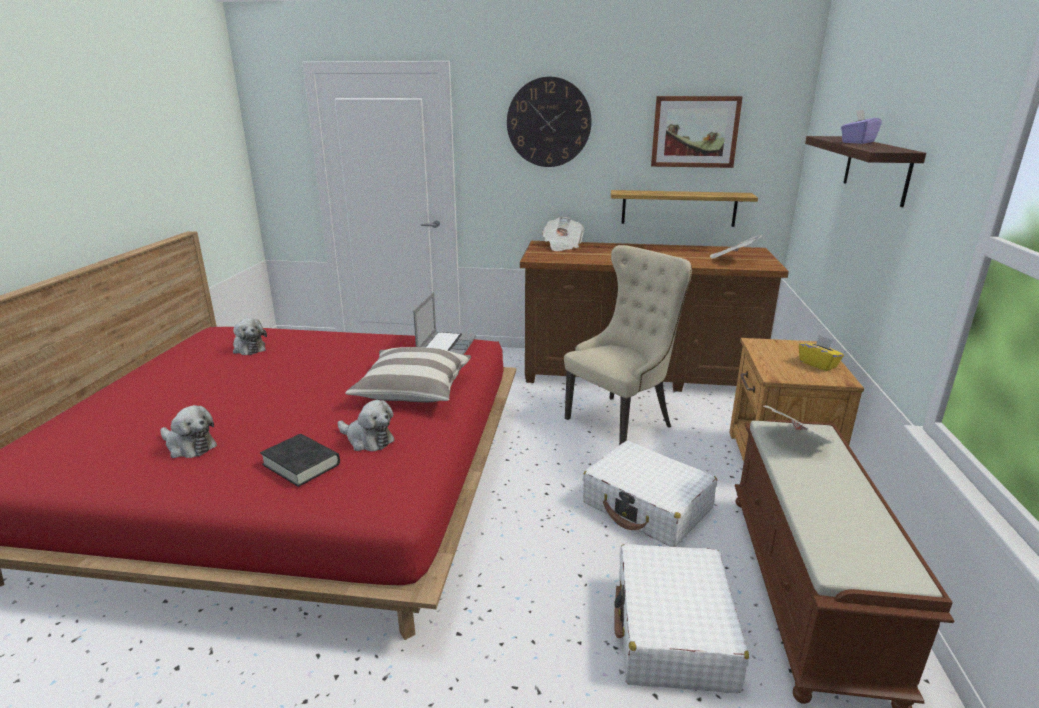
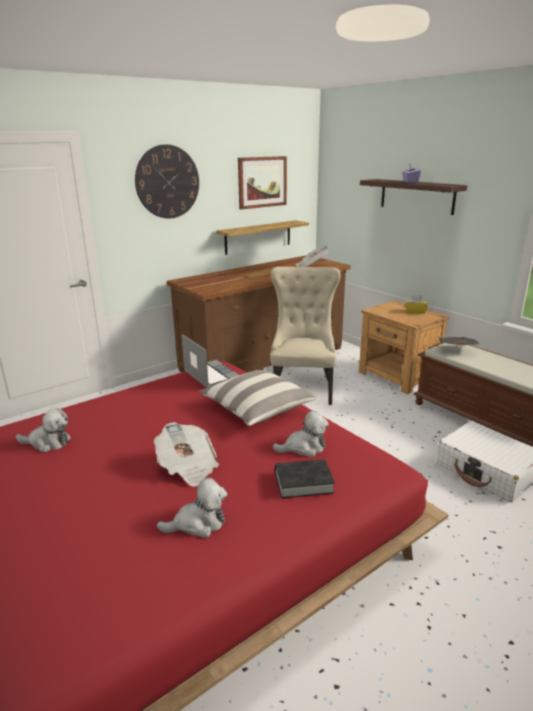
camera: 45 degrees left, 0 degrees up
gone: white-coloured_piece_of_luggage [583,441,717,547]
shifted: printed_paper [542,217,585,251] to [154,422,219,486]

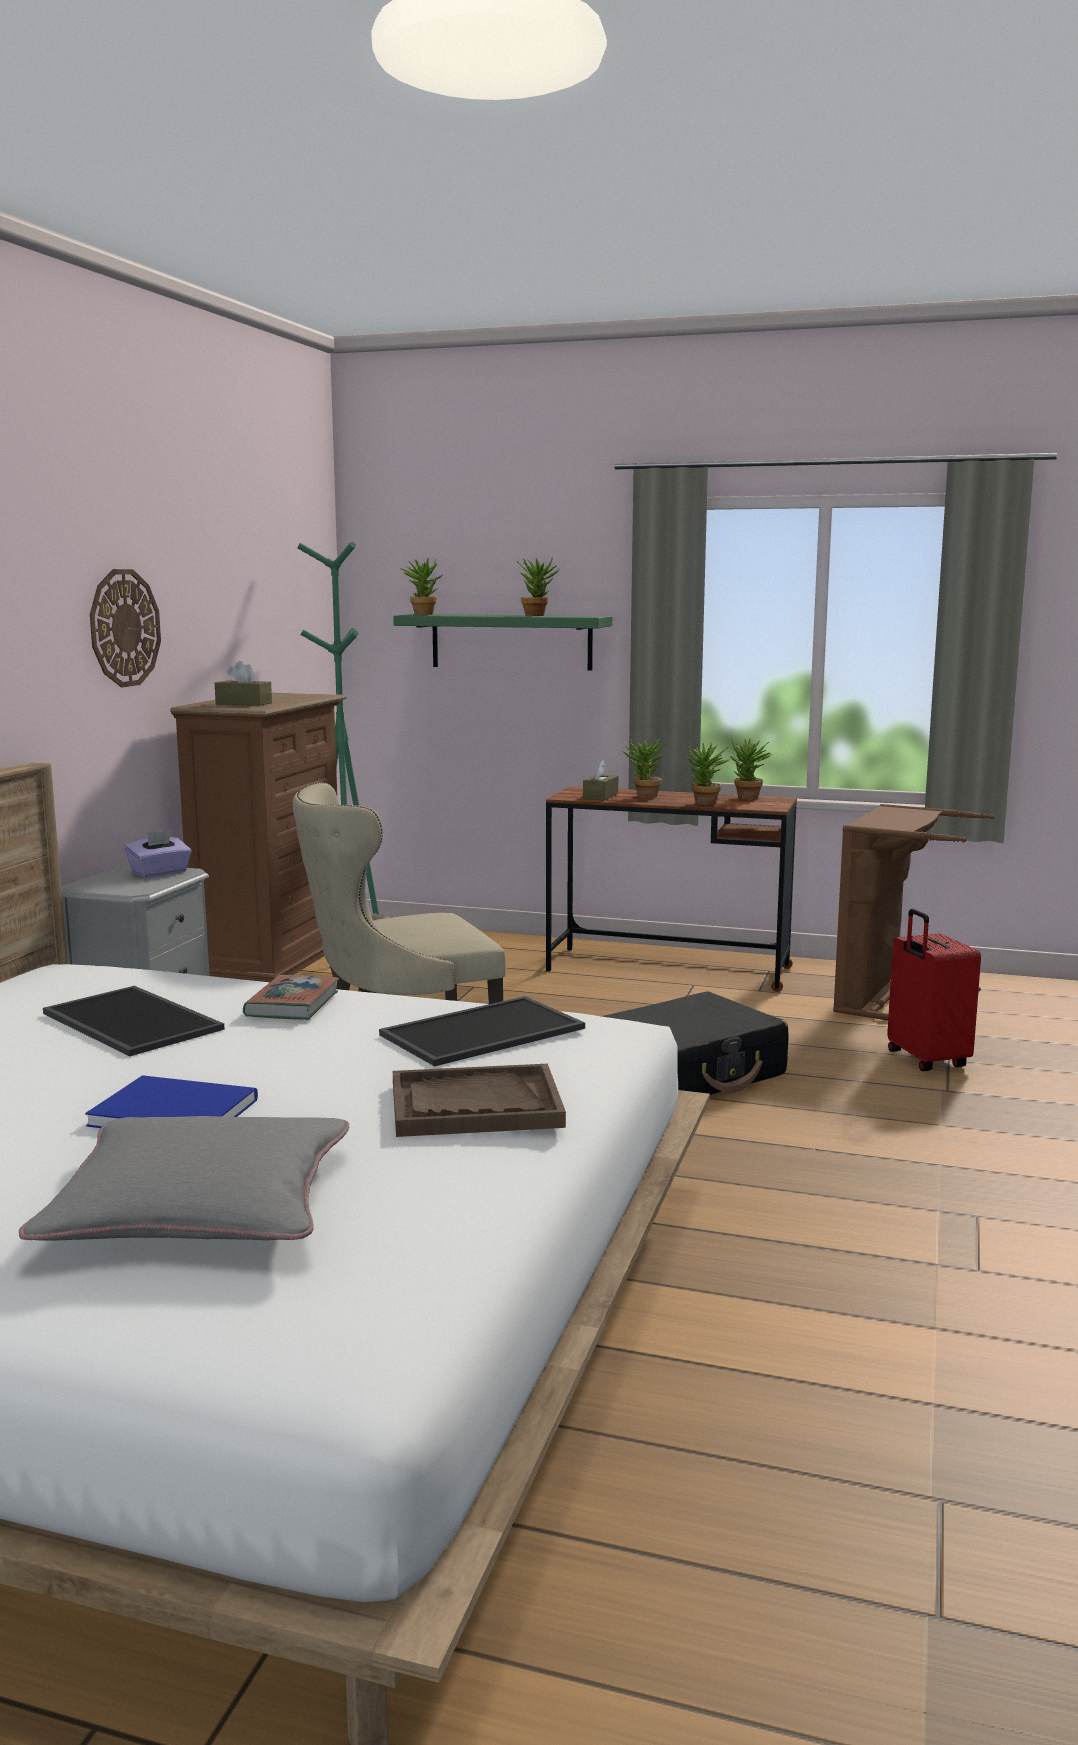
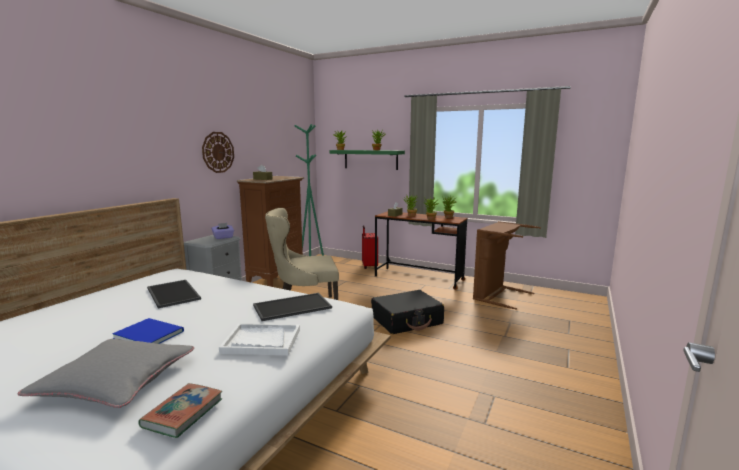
camera: 10 degrees right, 0 degrees up
shifted: volume [243,975,339,1020] to [139,383,222,438]; reddish_piece_of_luggage [887,909,981,1071] to [362,225,378,269]
repainted: brownish_tray [393,1064,566,1137] to white-coloured_tray [219,323,300,355]

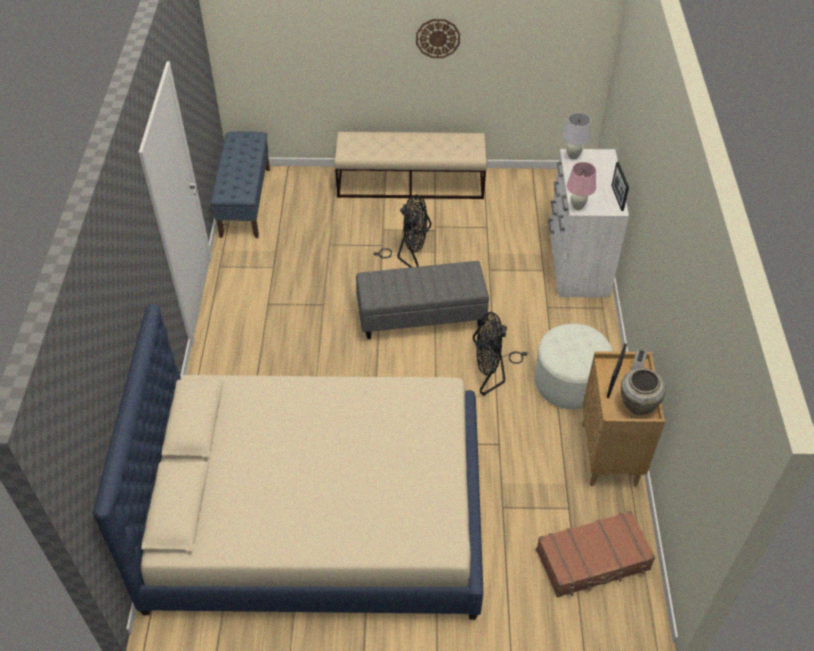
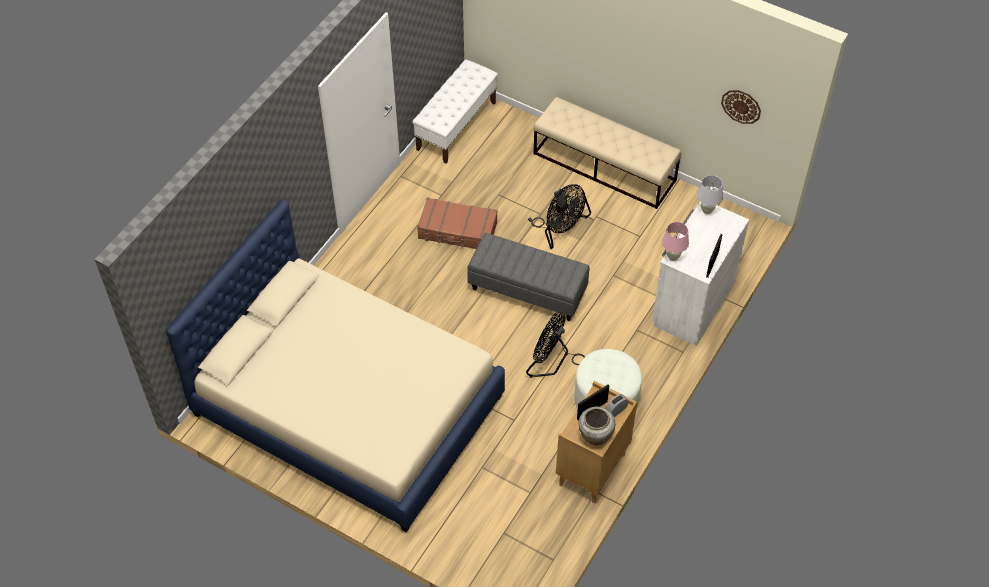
camera: 30 degrees right, 5 degrees up
shifted: hanging_clock [416,19,460,58] to [721,90,761,124]; brownish_piece_of_luggage [536,510,656,597] to [417,197,498,249]
repainted: blue_long_seat [211,131,270,238] to white-coloured_long_seat [412,59,498,164]

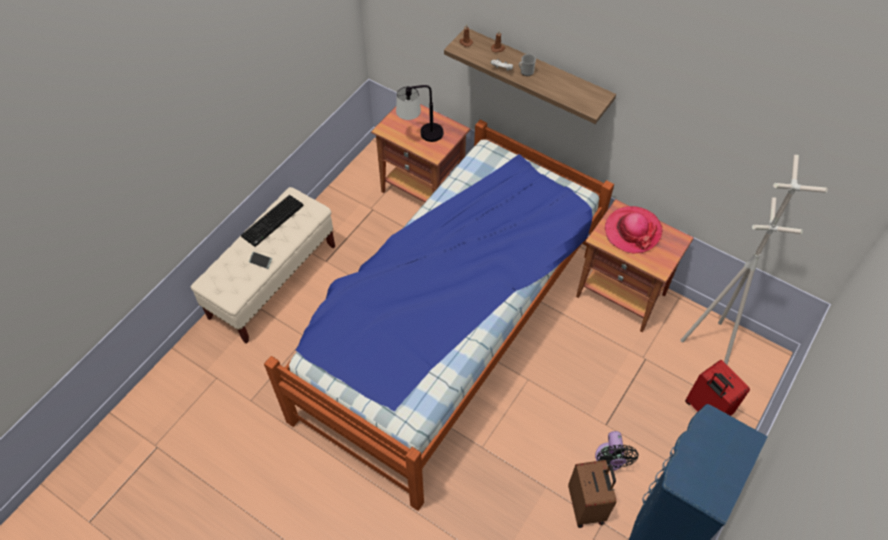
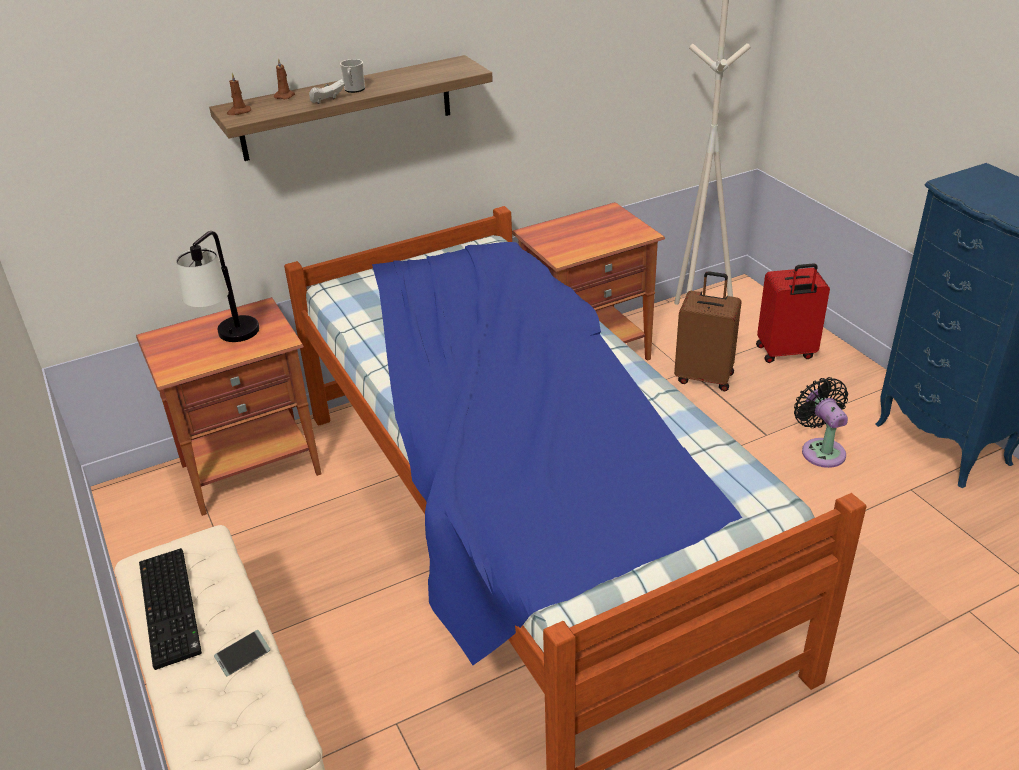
camera: 60 degrees left, 20 degrees down
gone: clothing_hat [605,206,663,254]
shifted: brownish_piece_of_luggage [568,460,617,528] to [674,271,742,391]
rotated: black_fan [595,431,639,471] = [794,377,848,468] 135 degrees counterclockwise

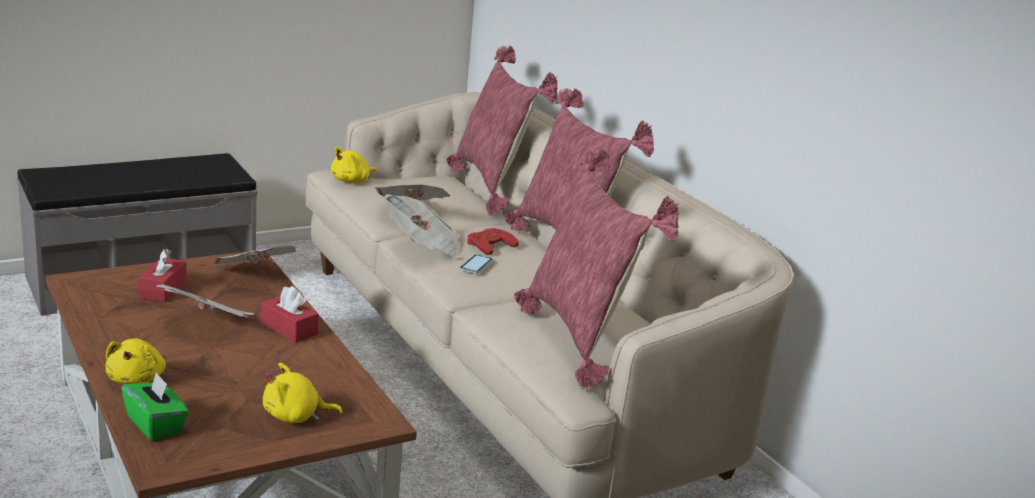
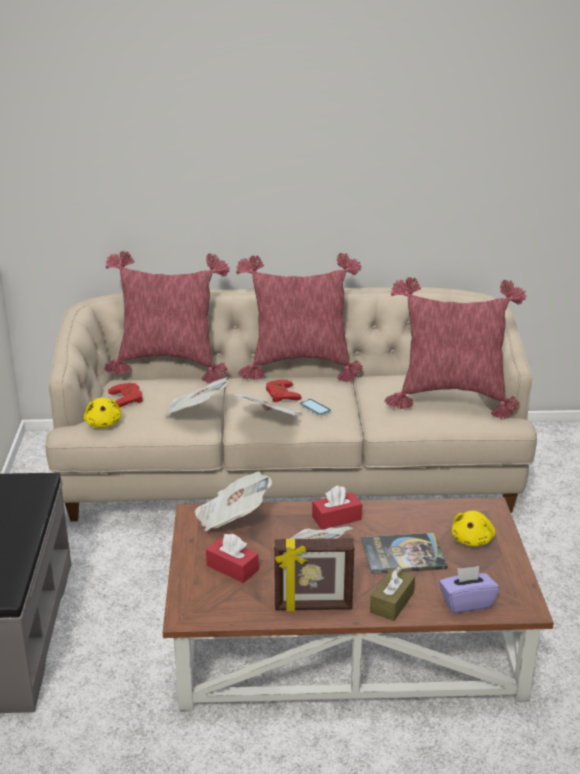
camera: 60 degrees left, 5 degrees up
new: reddish_gamepad [108,383,143,407]; standing_frame [274,538,354,611]; volume [361,533,448,574]
swapped: yellow_cuddly_toy [106,339,166,384] to brownish_tissue_holder [370,567,415,621]
repainted: green-coloured_tissue_holder [121,371,189,441] to purple-coloured_tissue_holder [439,566,499,613]

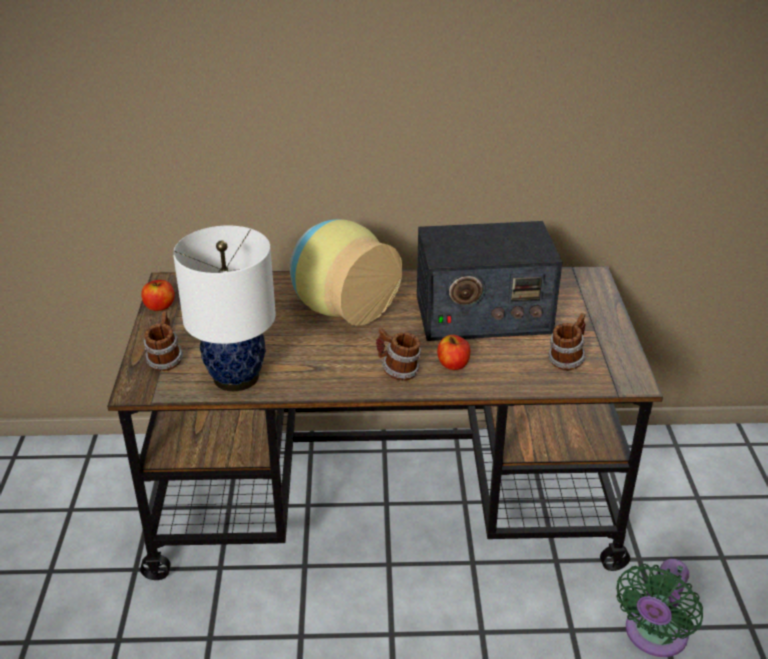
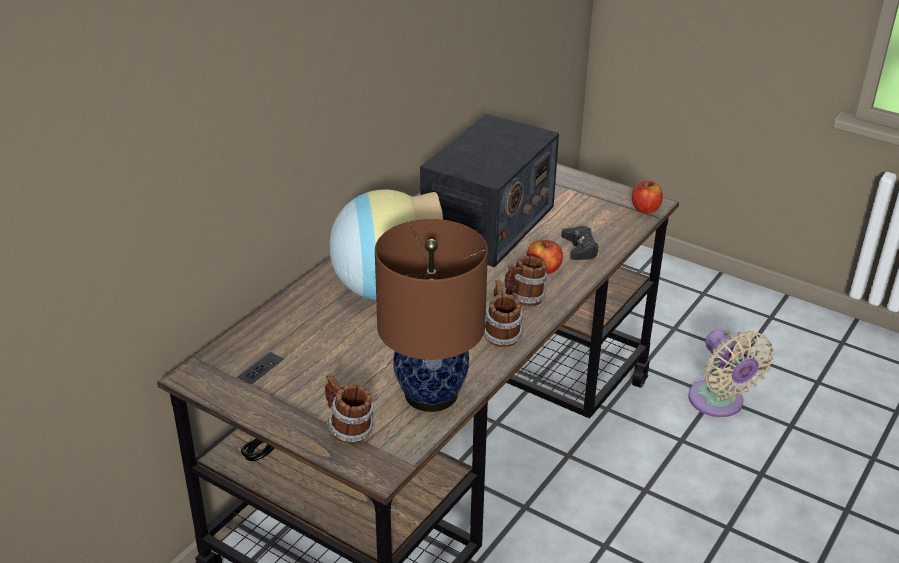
camera: 55 degrees left, 0 degrees up
new: black_gamepad [561,226,599,260]
shifted: apple_fruit [141,280,175,311] to [632,180,663,213]; coffee_mug [548,313,586,370] to [484,280,524,347]
repainted: white-coloured_lamp_for_a_table [173,225,276,391] to brownish_lamp_for_a_table [375,219,488,412]; green-coloured_fan [616,559,703,657] to beige_fan [688,329,774,417]

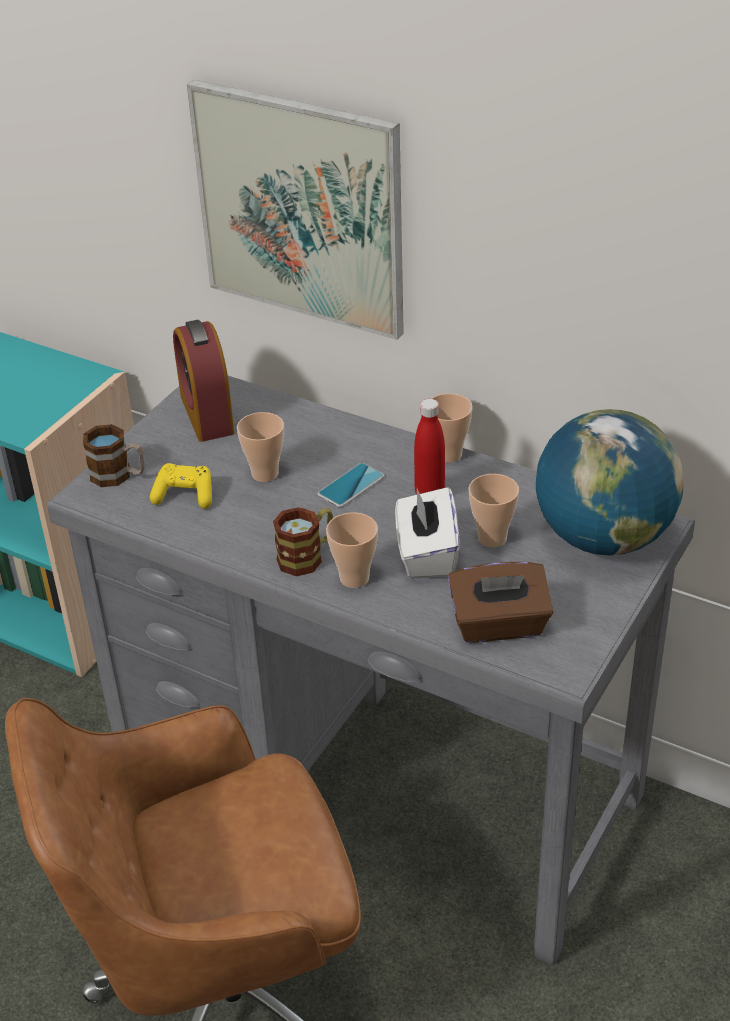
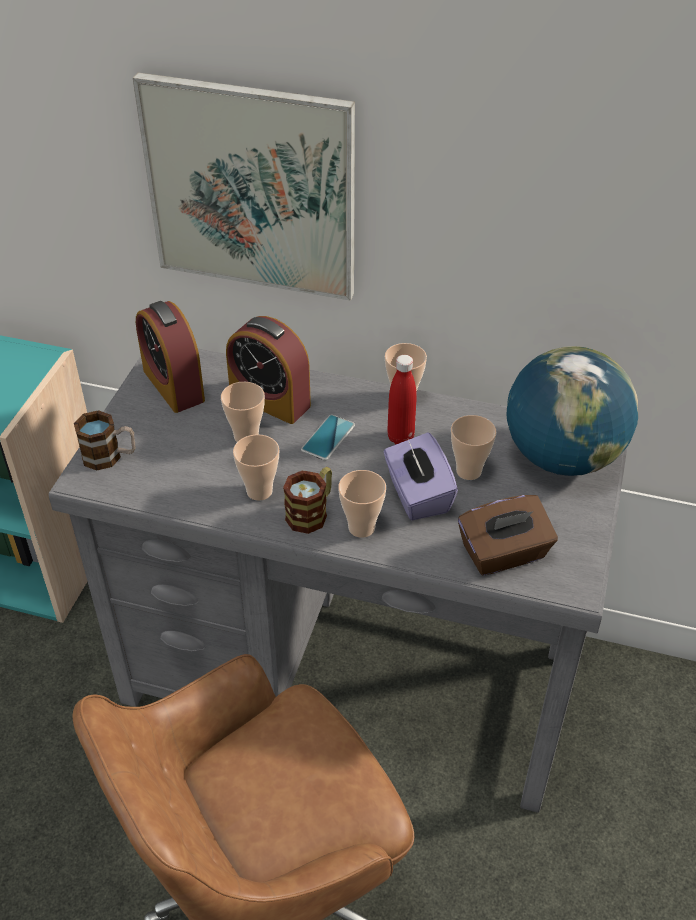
camera: 15 degrees left, 5 degrees up
gone: yellow_gamepad [150,463,212,509]
new: table_clock [226,316,311,424]; small_cup [233,434,279,501]
repainted: white-coloured_tissue_holder [395,487,459,578] to purple-coloured_tissue_holder [384,432,458,520]

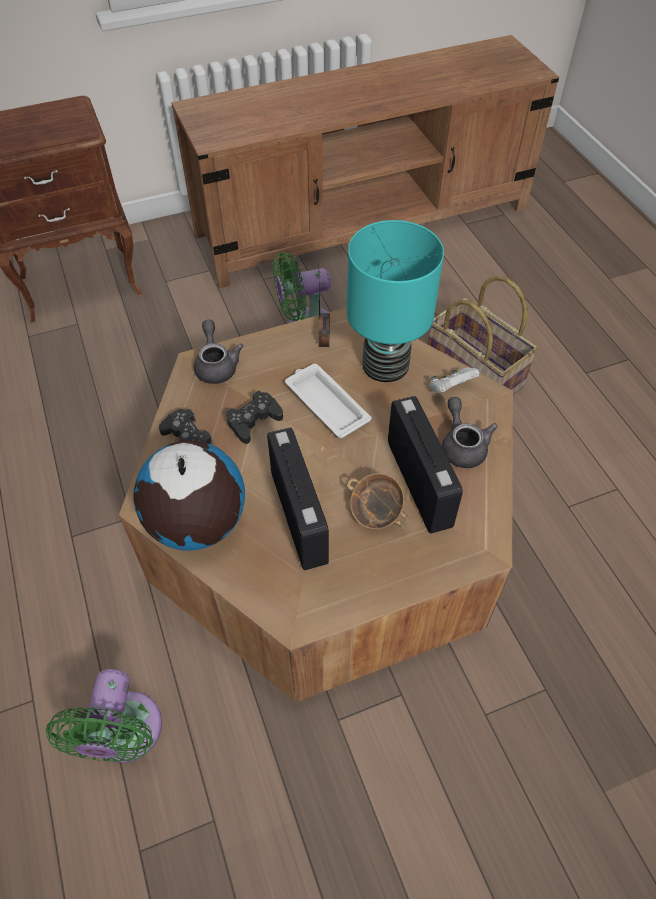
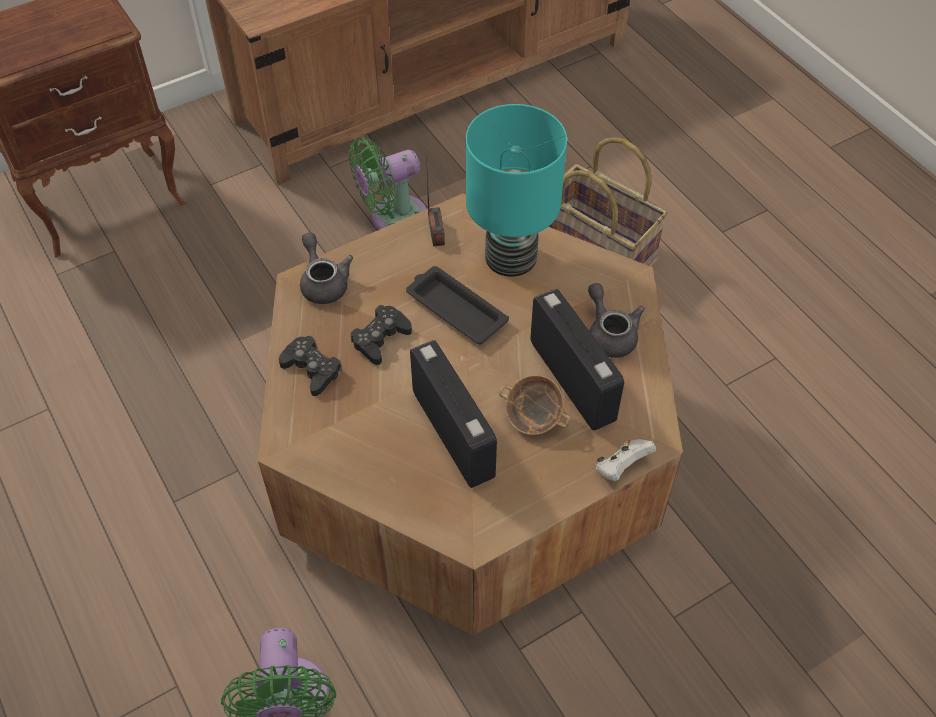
camera: 10 degrees left, 0 degrees up
gone: desk_globe [133,440,245,551]
shifted: white-coloured_gamepad [429,367,480,393] to [596,439,656,481]
repainted: white-coloured_tray [285,364,371,438] to black_tray [406,266,509,344]

